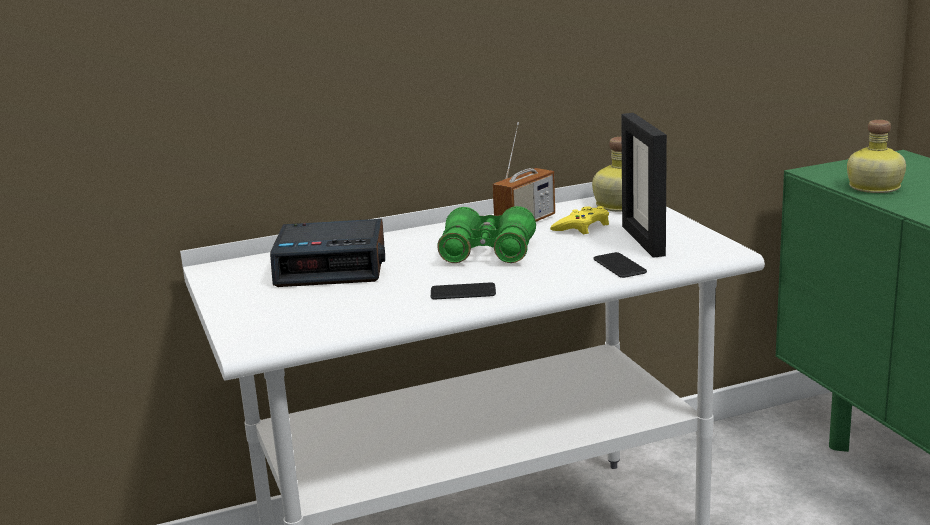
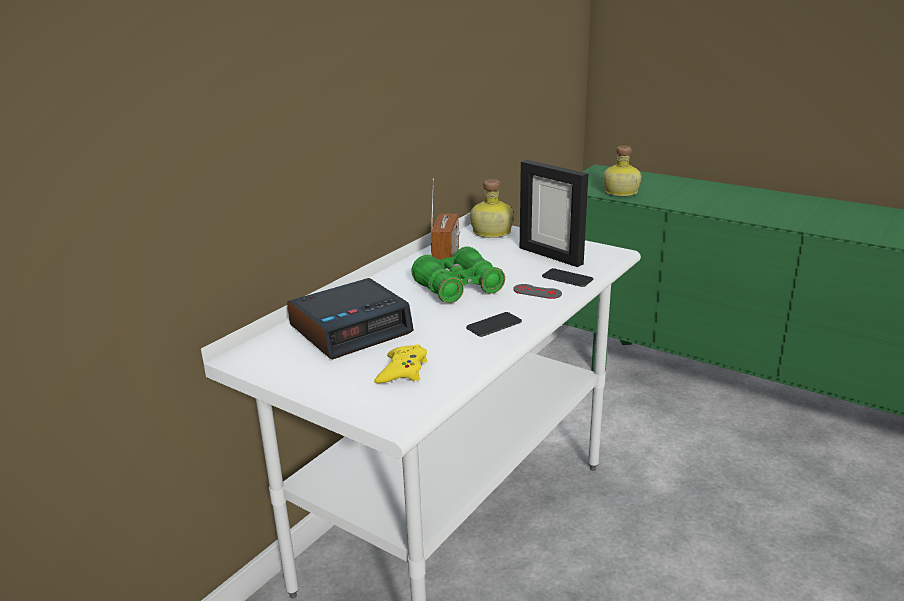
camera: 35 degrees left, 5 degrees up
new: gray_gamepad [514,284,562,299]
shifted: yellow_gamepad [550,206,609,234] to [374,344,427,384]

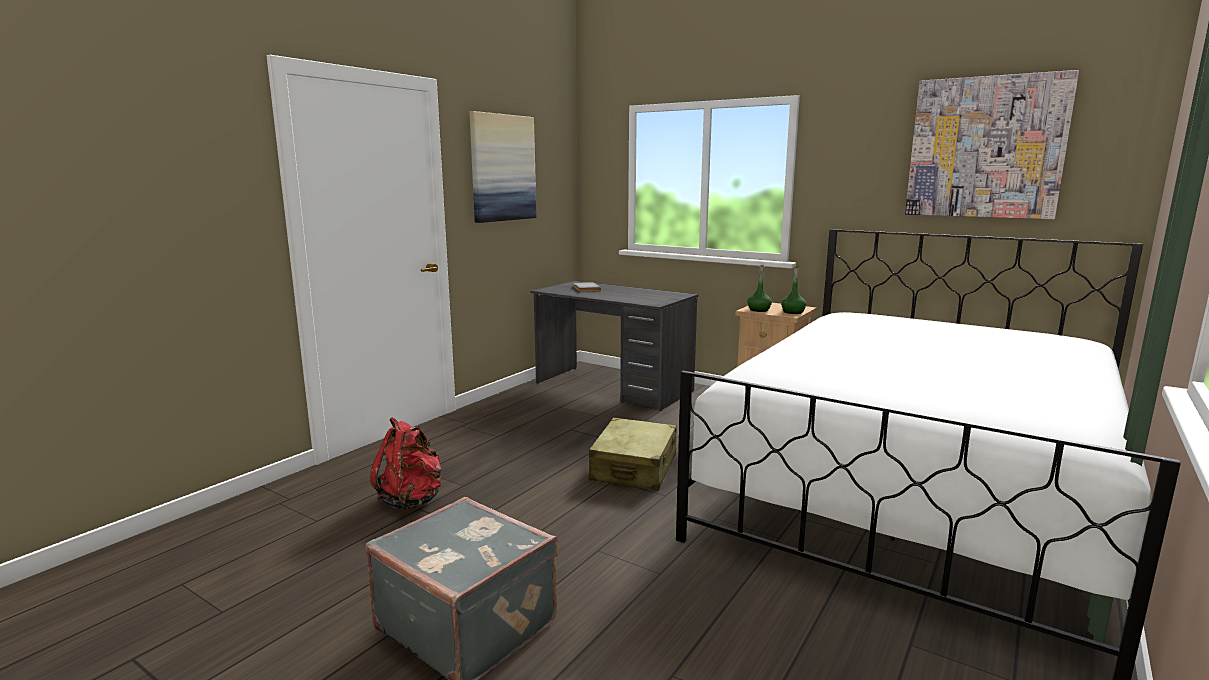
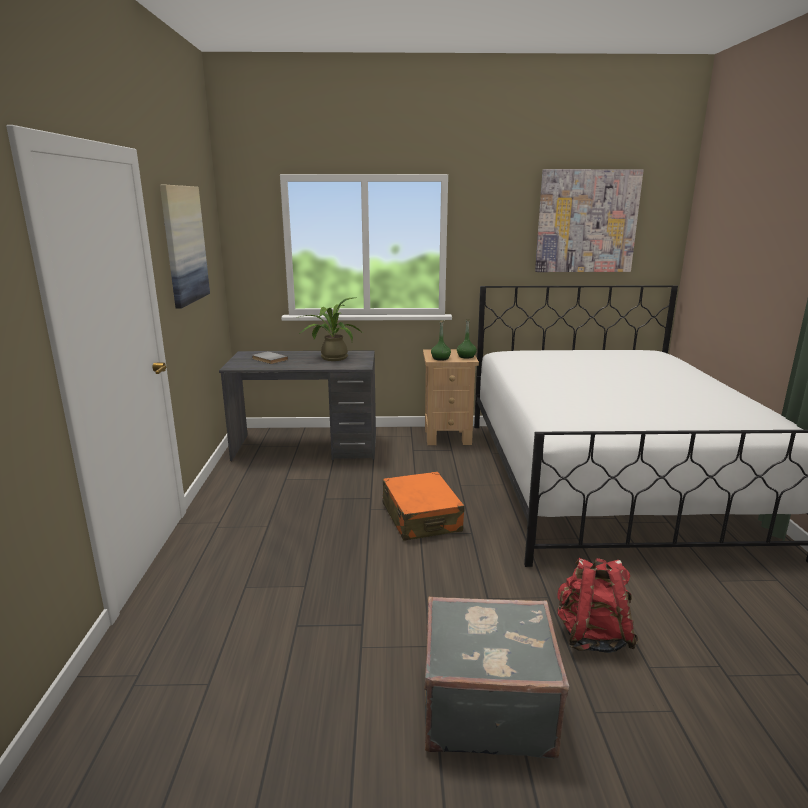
camera: 35 degrees left, 5 degrees up
new: houseplant [296,298,363,361]
shifted: reddish_knapsack [370,417,442,509] to [557,558,639,653]
repainted: beige_piece_of_luggage [589,418,677,491] to orange_piece_of_luggage [383,471,465,541]

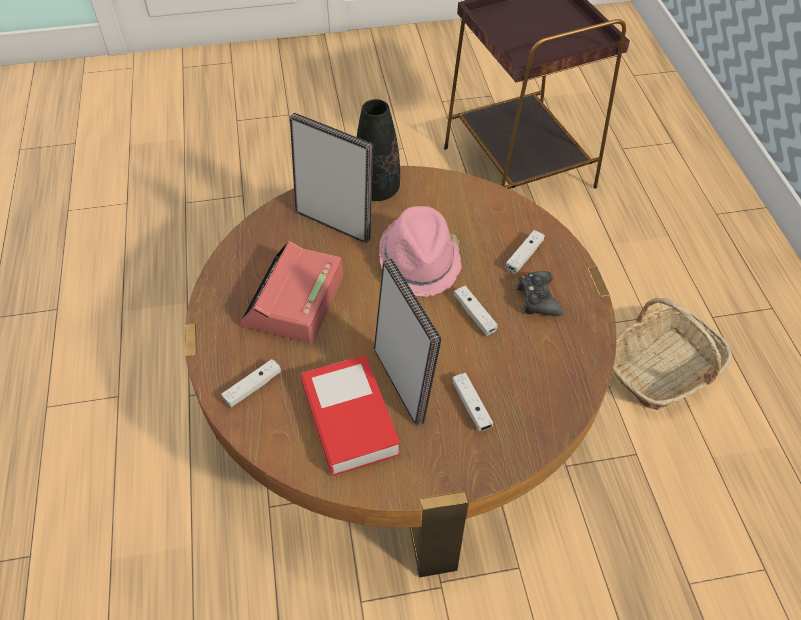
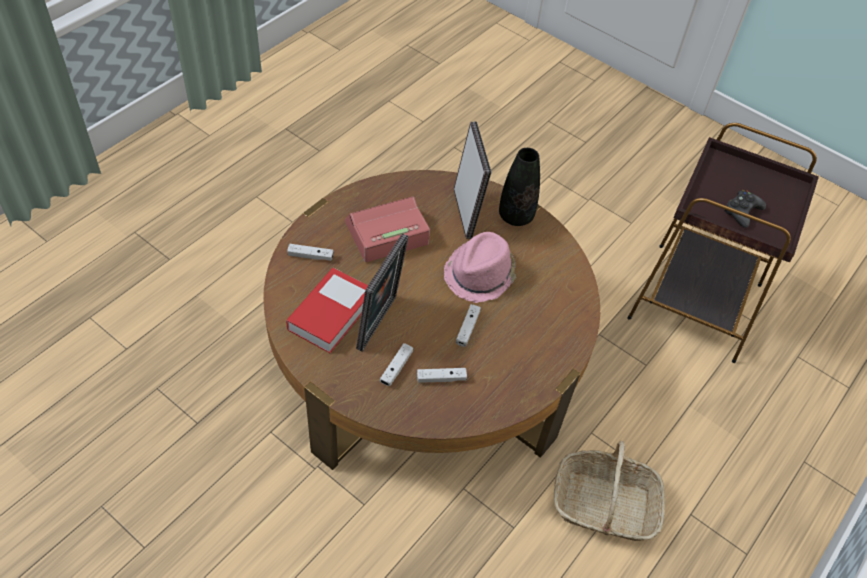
camera: 45 degrees right, 0 degrees up
shifted: white-coloured_gamepad [506,230,545,274] to [417,368,467,383]; black_gamepad [516,271,564,316] to [723,190,766,228]

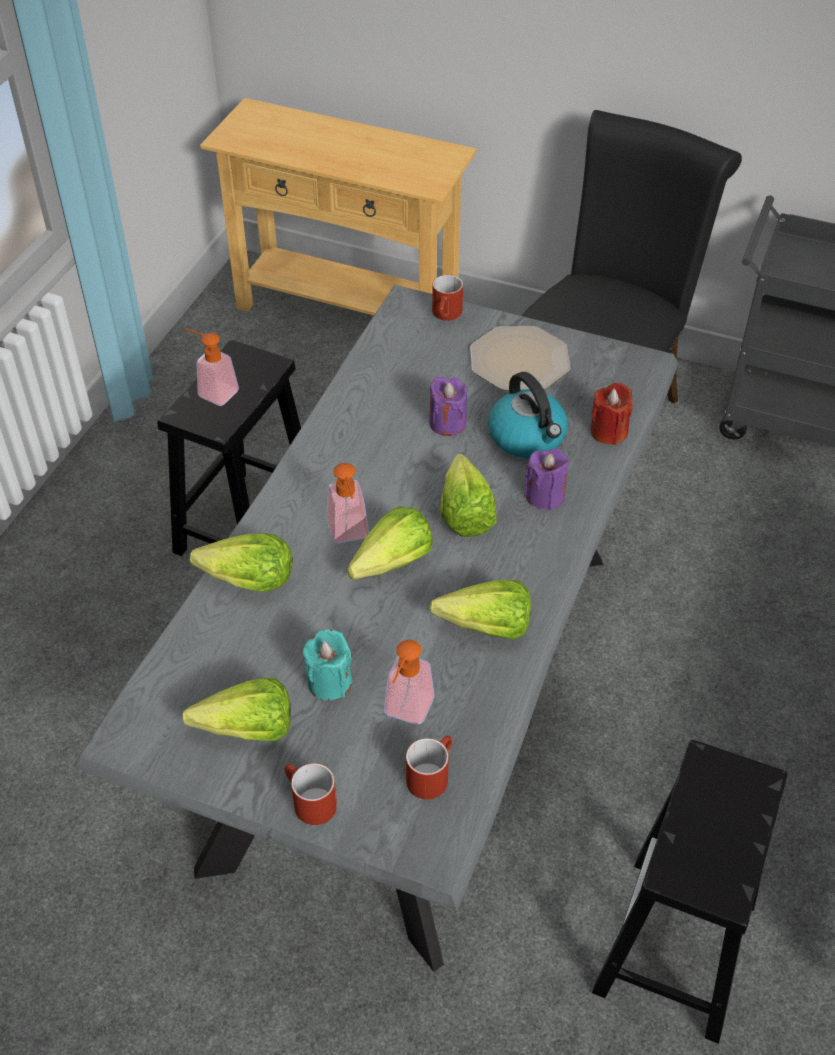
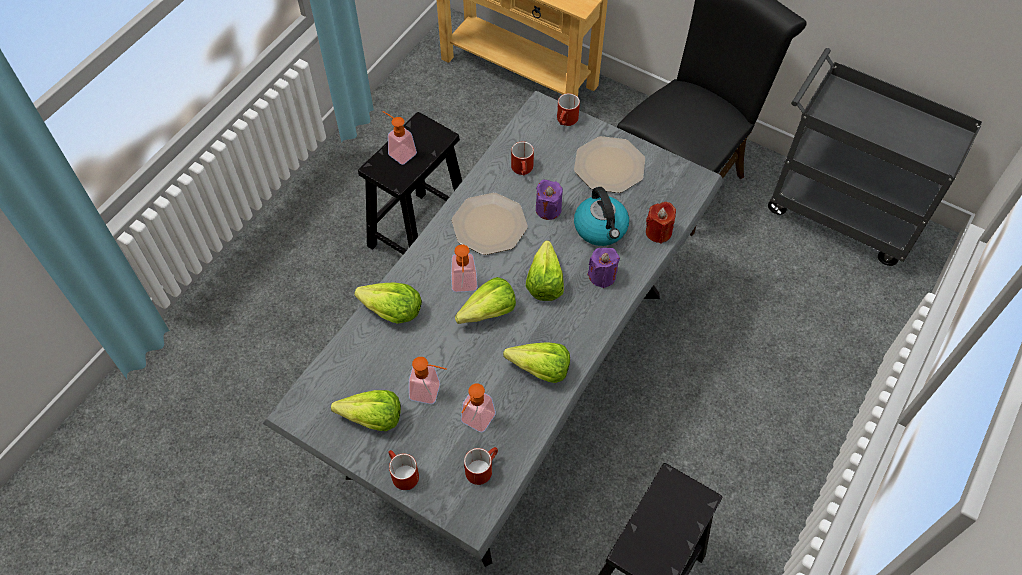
camera: 10 degrees right, 10 degrees up
new: dinner_plate [452,193,528,255]; reddish_coffee_mug [511,142,534,175]
swapped: blue-green_wax_light [303,629,352,700] to liquid_soap_bottle [409,357,447,404]

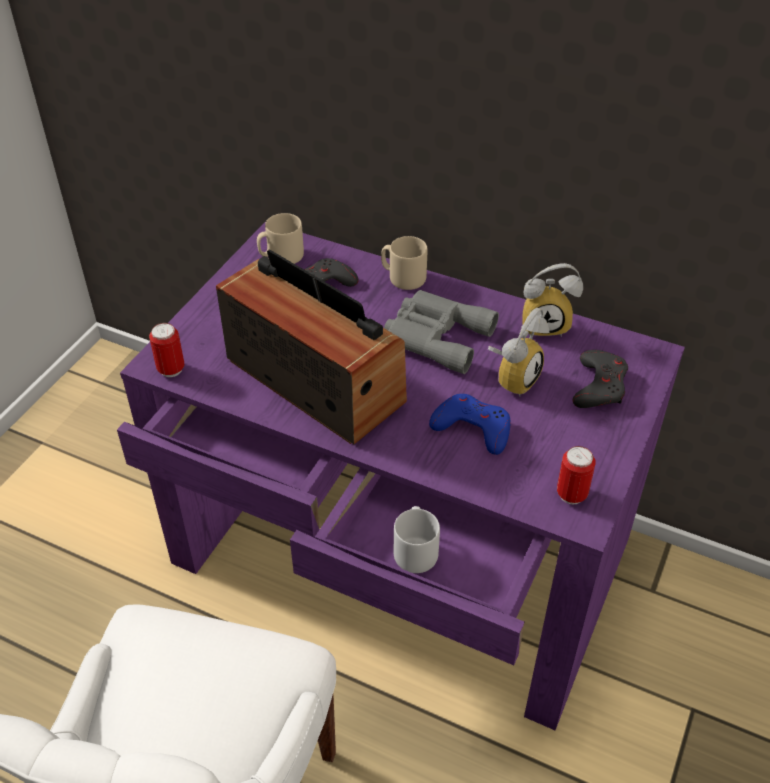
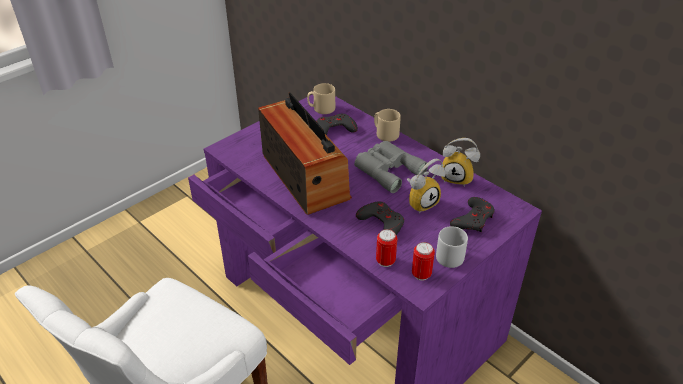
camera: 20 degrees right, 5 degrees down
shifted: can [149,323,185,377] to [376,229,397,267]; gray_coffee_mug [394,506,440,573] to [436,226,468,268]
repainted: blue_gamepad [429,394,511,455] to gray_gamepad [356,201,404,235]

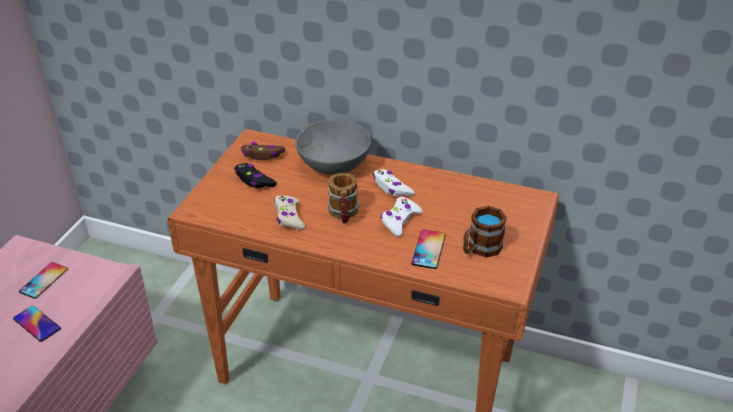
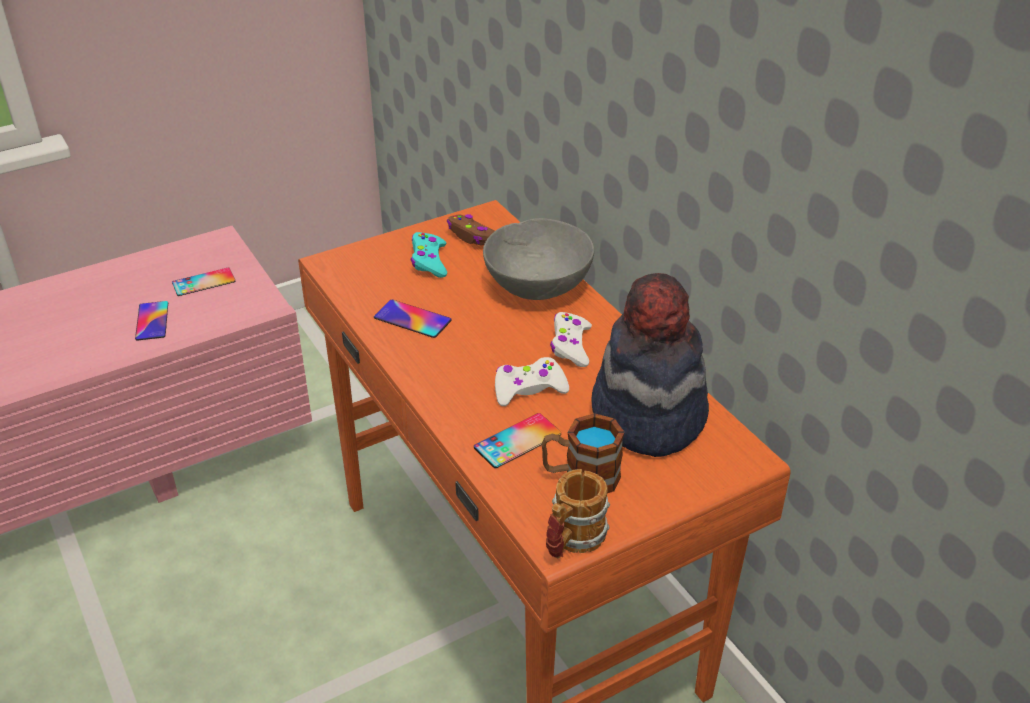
camera: 40 degrees right, 0 degrees up
new: clothing_hat [591,273,709,457]
shifted: coffee_mug [328,173,359,224] to [546,469,610,558]
swapped: beige_gamepad [274,195,305,230] to handset [374,300,452,338]
repainted: black_gamepad [234,163,277,188] to blue-green_gamepad [411,232,447,278]

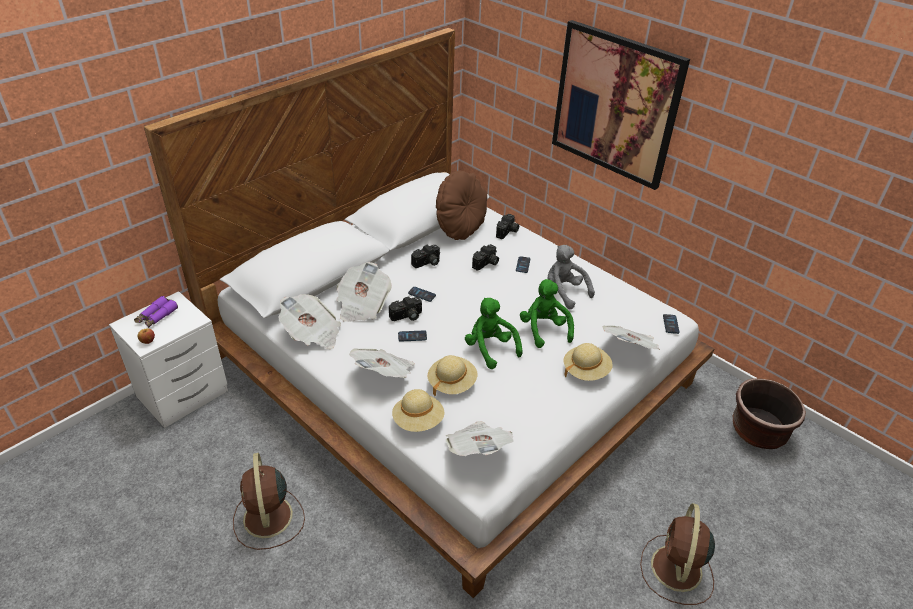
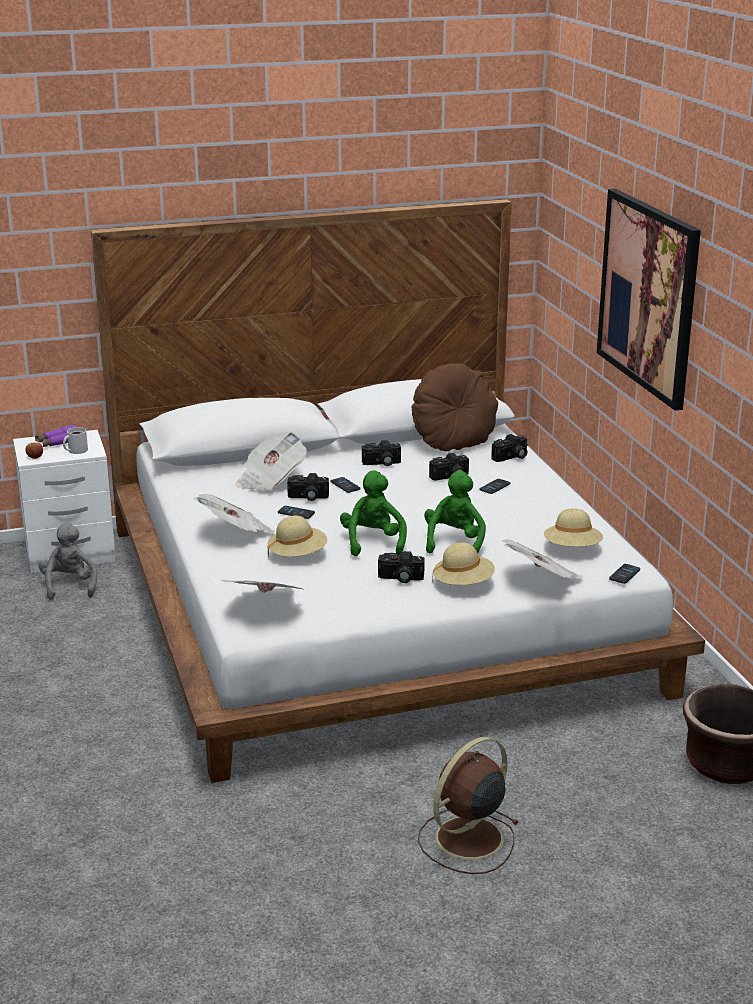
camera: 30 degrees right, 15 degrees down
gone: brownish_fan [233,453,305,550]; printed_paper [278,294,341,349]
new: white-coloured_coffee_mug [63,427,88,454]; still_camera [378,551,425,583]
shifted: beige_clothing_hat [392,389,444,432] to [544,508,603,547]; gray_cuddly_toy [548,245,595,309] to [39,523,97,600]

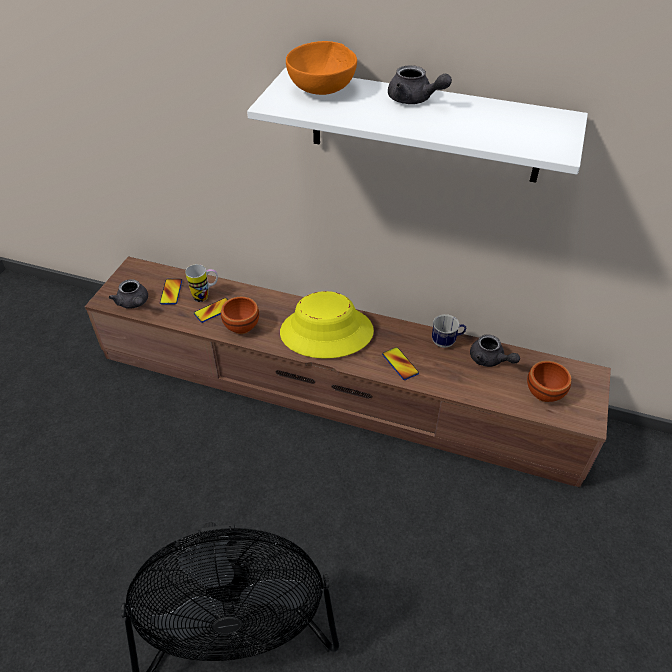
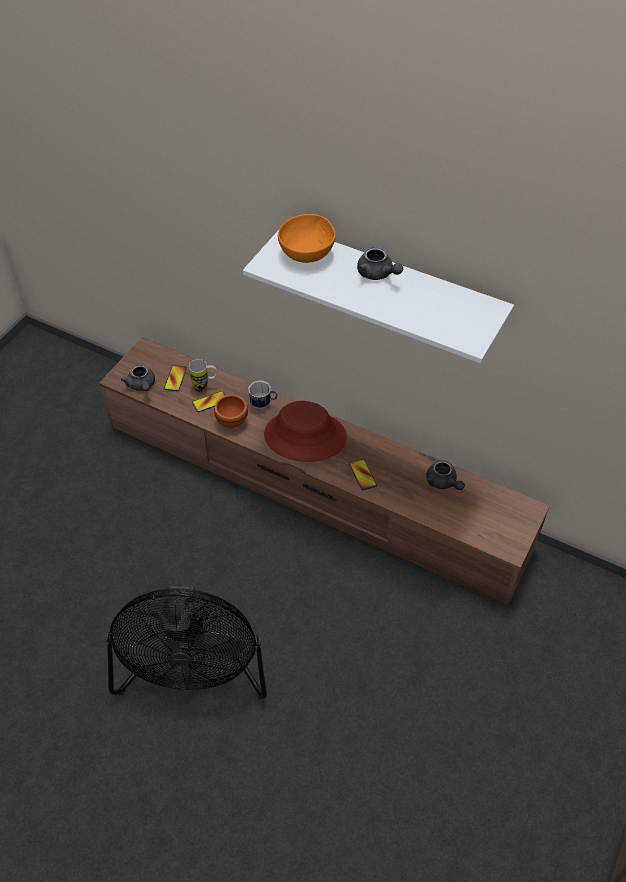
camera: 10 degrees right, 5 degrees up
gone: brownish_bowl [527,361,571,402]
shifted: coffee_mug [432,314,466,348] to [248,381,277,409]
repainted: yellow_clothing_hat [280,291,374,359] to reddish_clothing_hat [264,401,347,462]

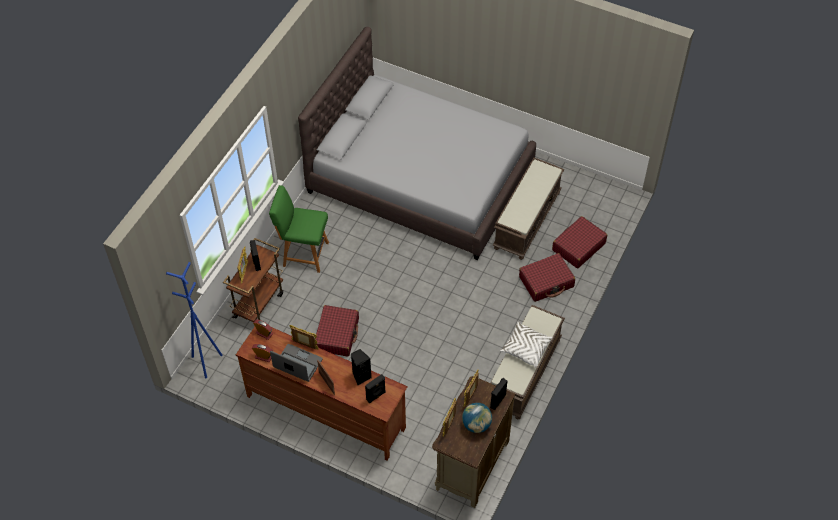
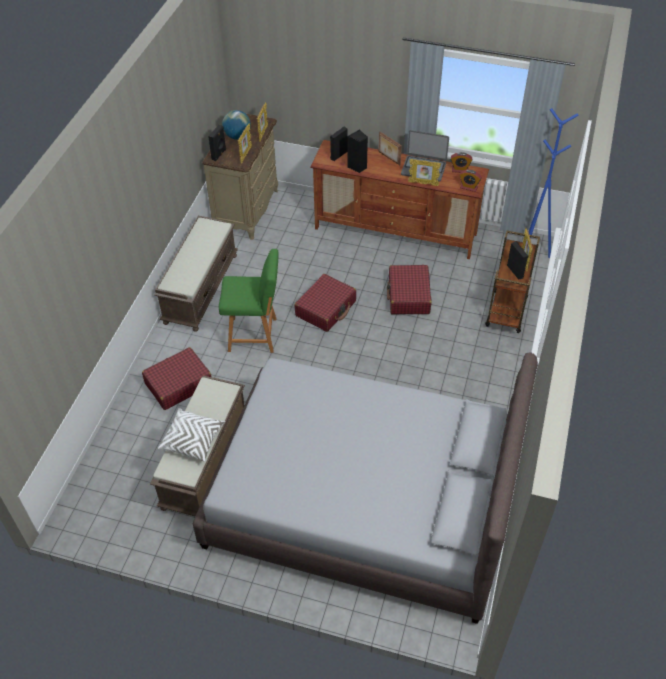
camera: 170 degrees right, 5 degrees down
shifted: green-coloured_plain_chair [269,185,329,273] to [219,249,278,353]; white-coloured_throw_pillow [500,322,553,368] to [158,408,225,462]; reddish_piece_of_luggage [552,216,607,268] to [294,274,356,332]

